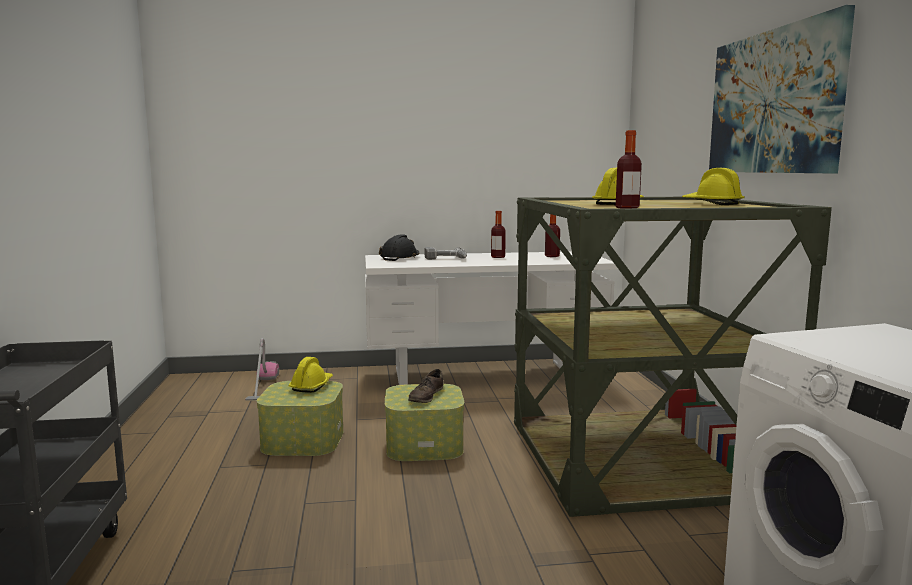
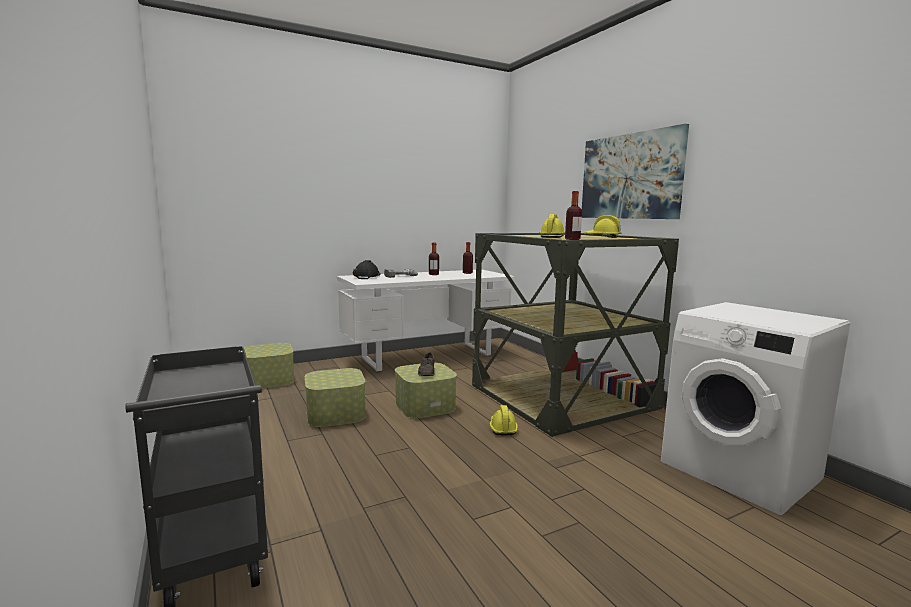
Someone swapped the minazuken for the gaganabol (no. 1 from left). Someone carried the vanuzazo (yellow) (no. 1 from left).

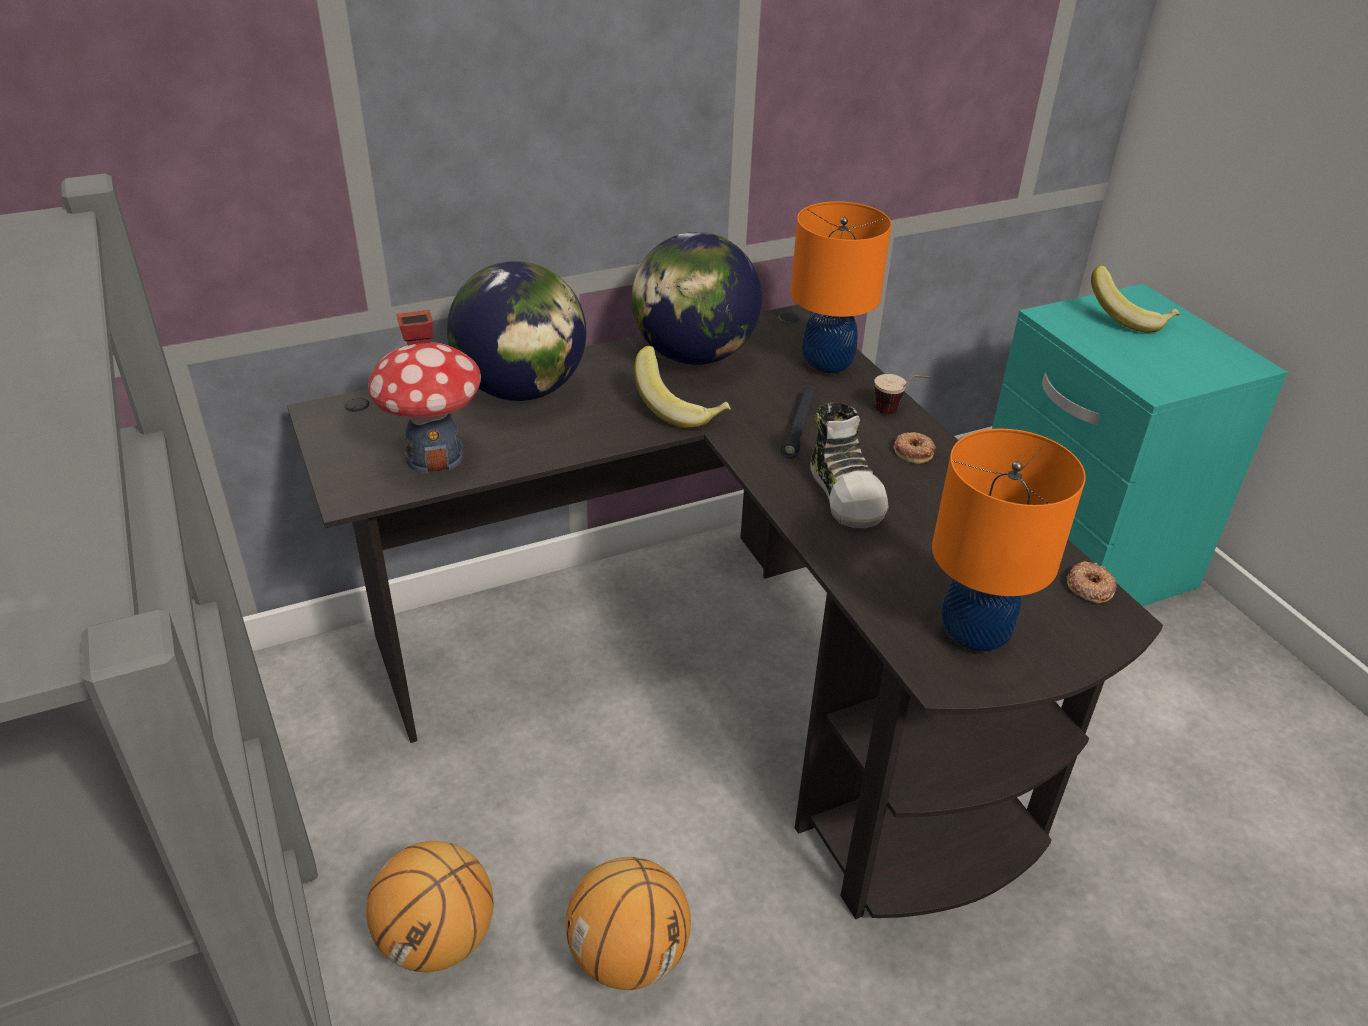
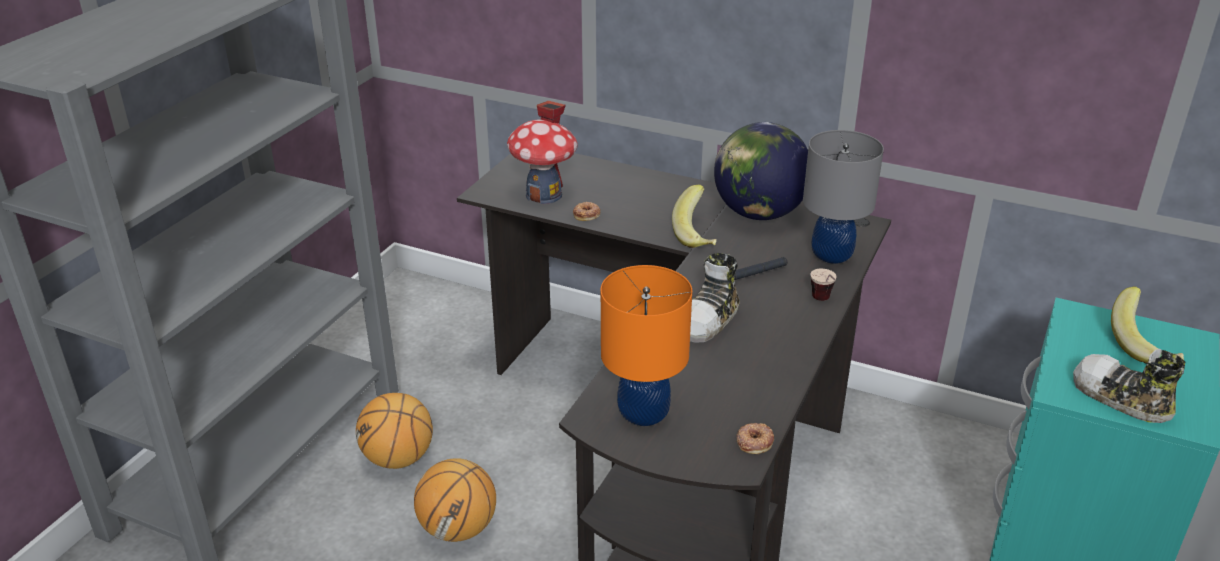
Someone repainted the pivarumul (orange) (no. 1 from left), which became the pivarumul (grey). Someone took away the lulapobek (no. 1 from left). Someone carried the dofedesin (no. 1 from left). Someone put down the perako (no. 2 from left).

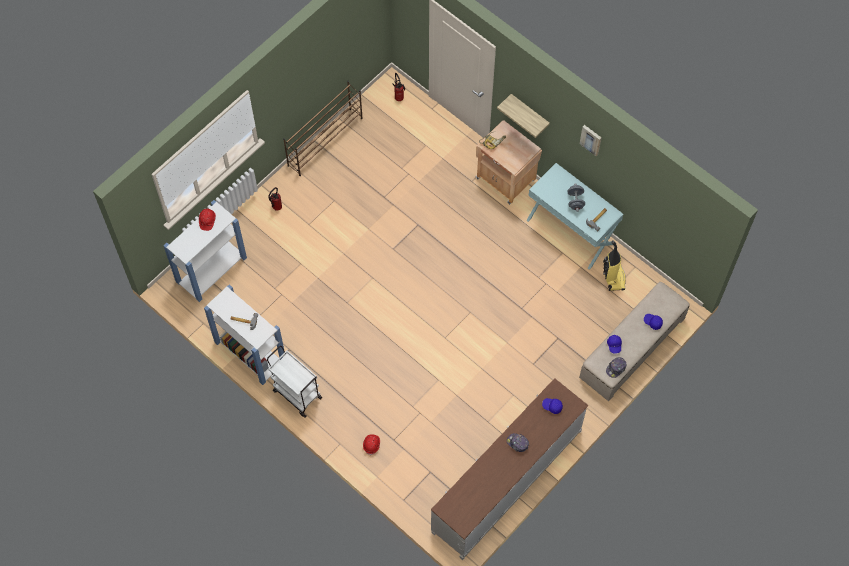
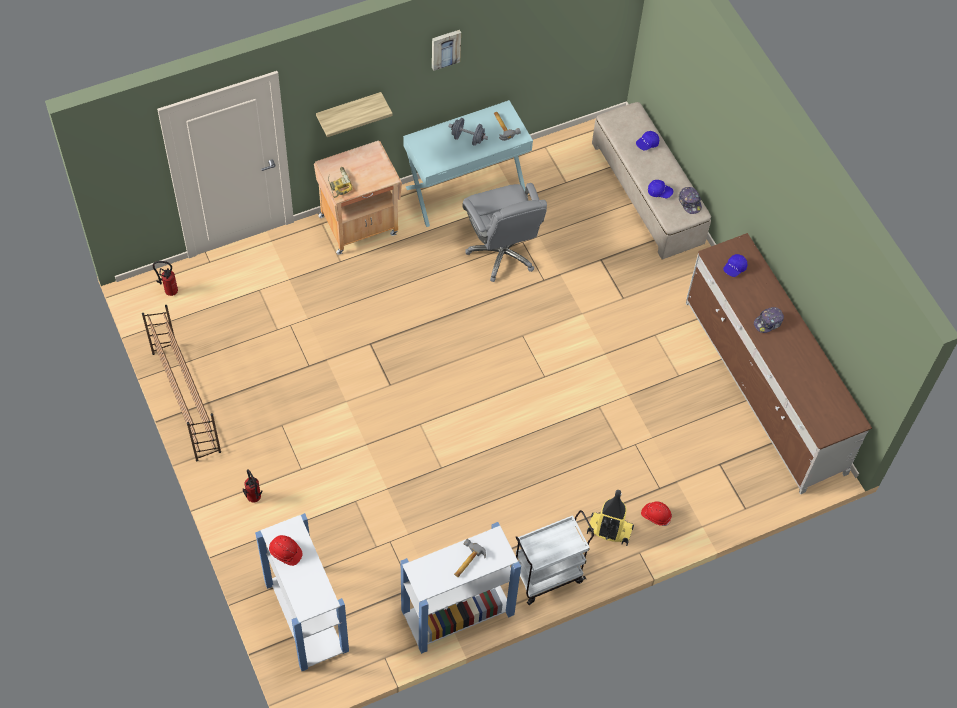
Someone carried the minazuken. Someone put down the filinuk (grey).

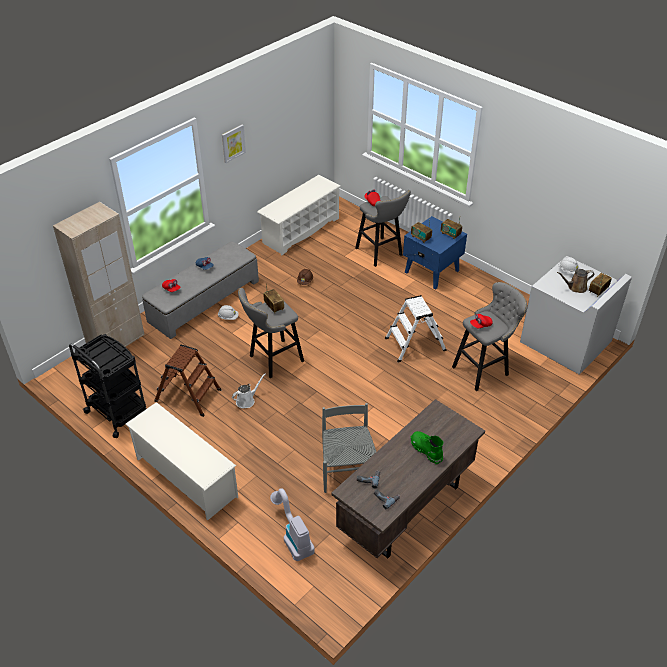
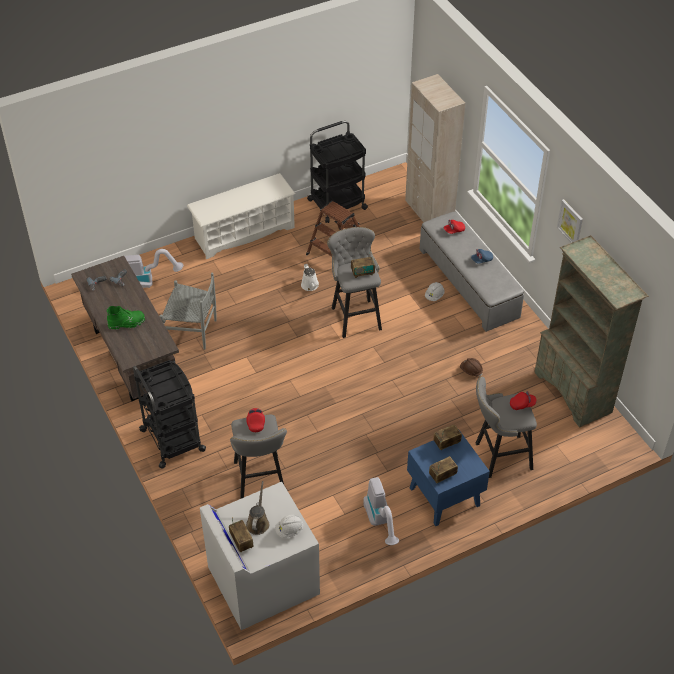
Someone swapped the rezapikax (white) (no. 2 from left) for the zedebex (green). Someone took away the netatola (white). Someone put down the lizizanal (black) (no. 1 from left). Someone put down the minazuken (no. 2 from left).

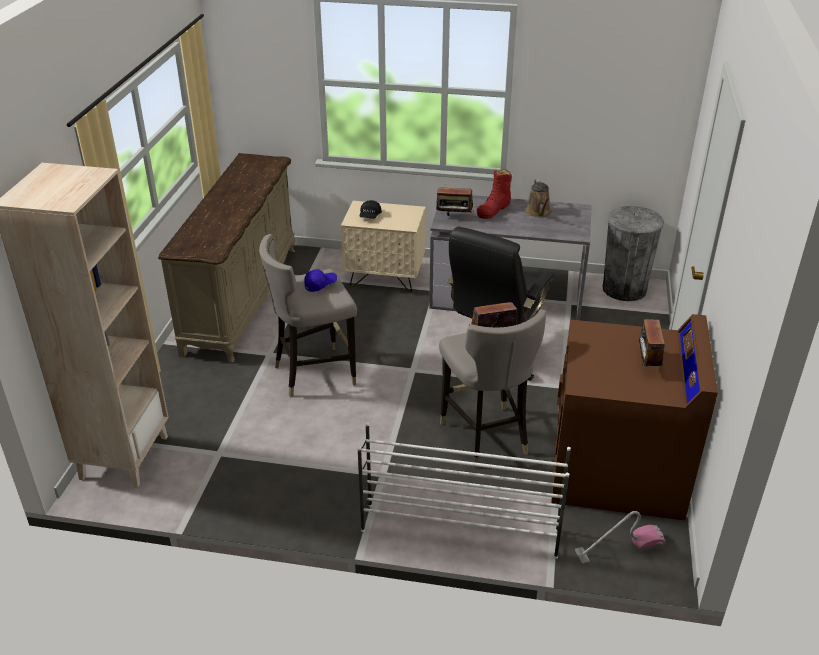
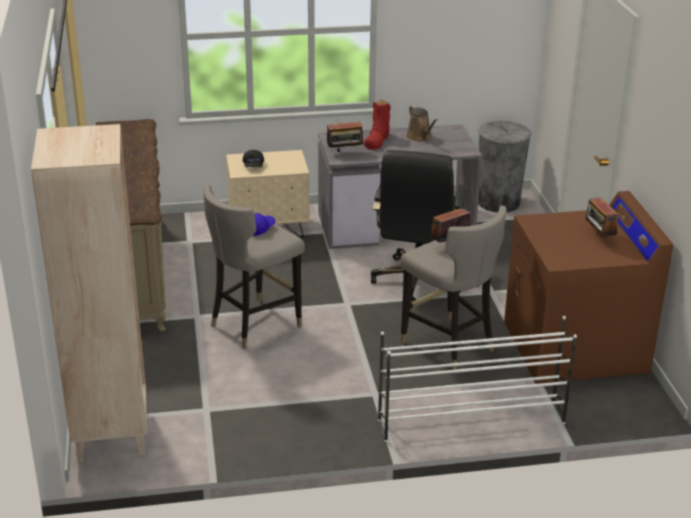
Someone took away the minazuken.

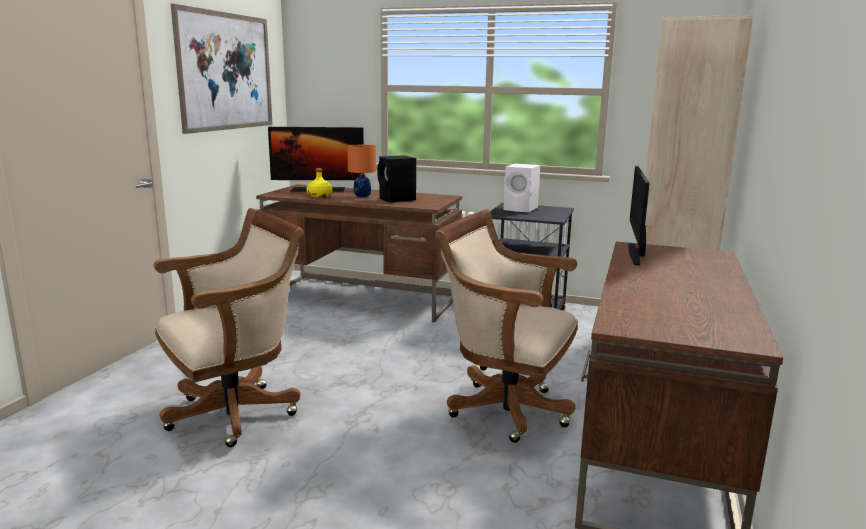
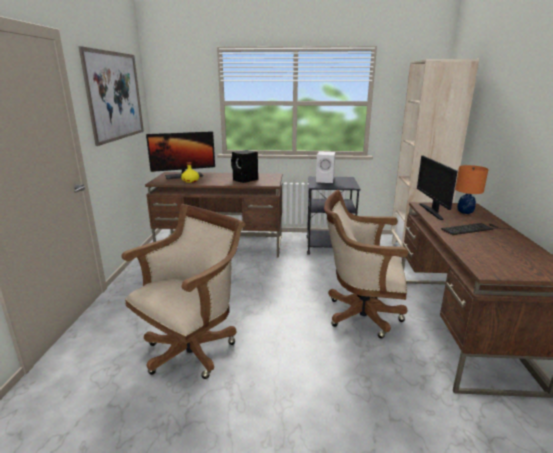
Someone carried the pivarumul (orange). Someone put down the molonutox.

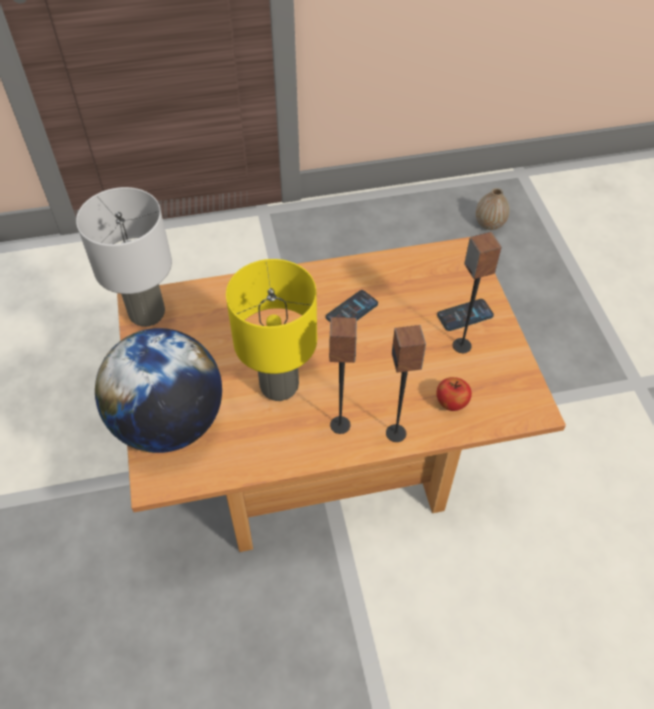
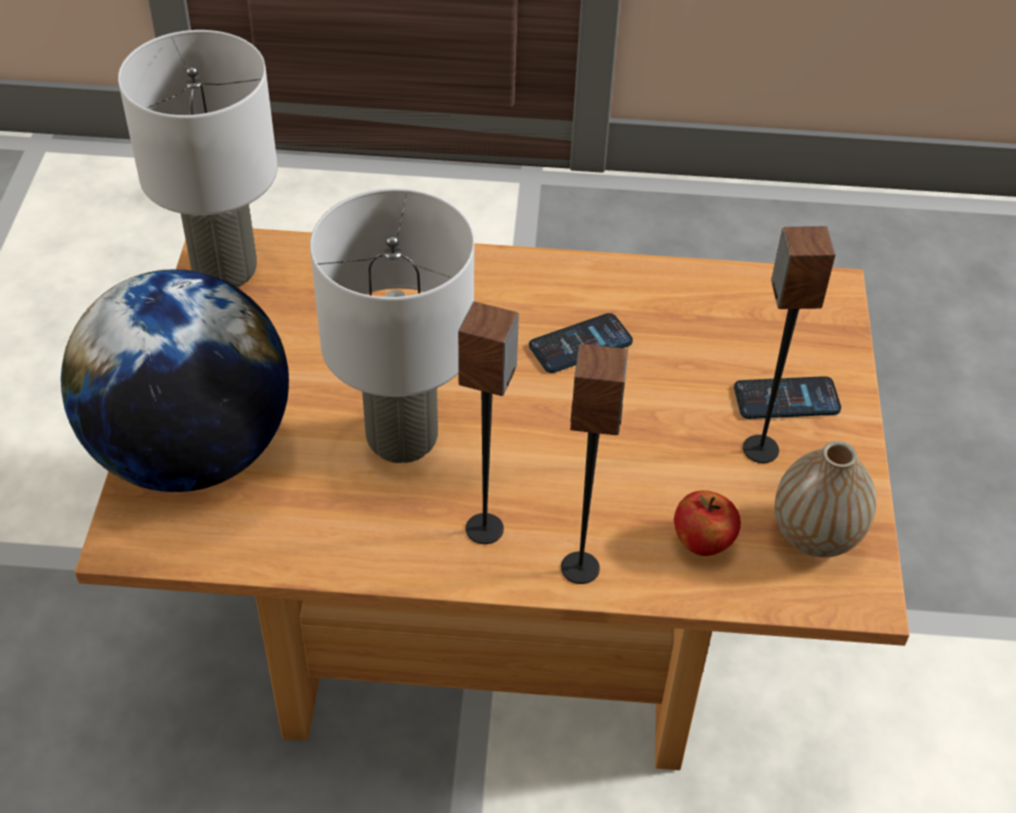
Someone carried the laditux. Someone repainted the pivarumul (yellow), which became the pivarumul (white) (no. 2 from left).

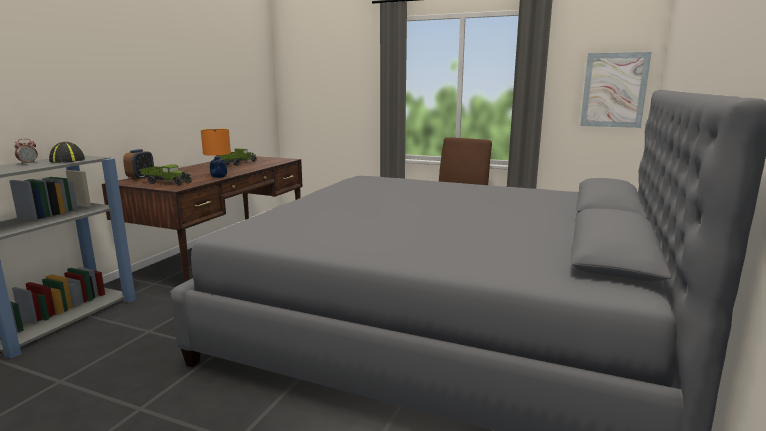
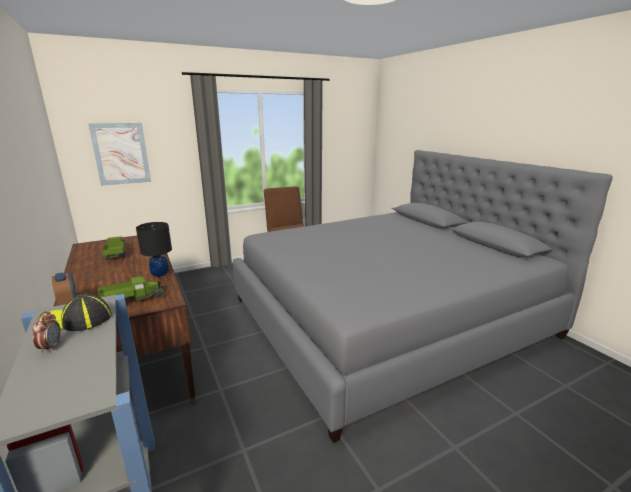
Someone carried the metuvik. Someone repainted the pivarumul (orange), which became the pivarumul (black).

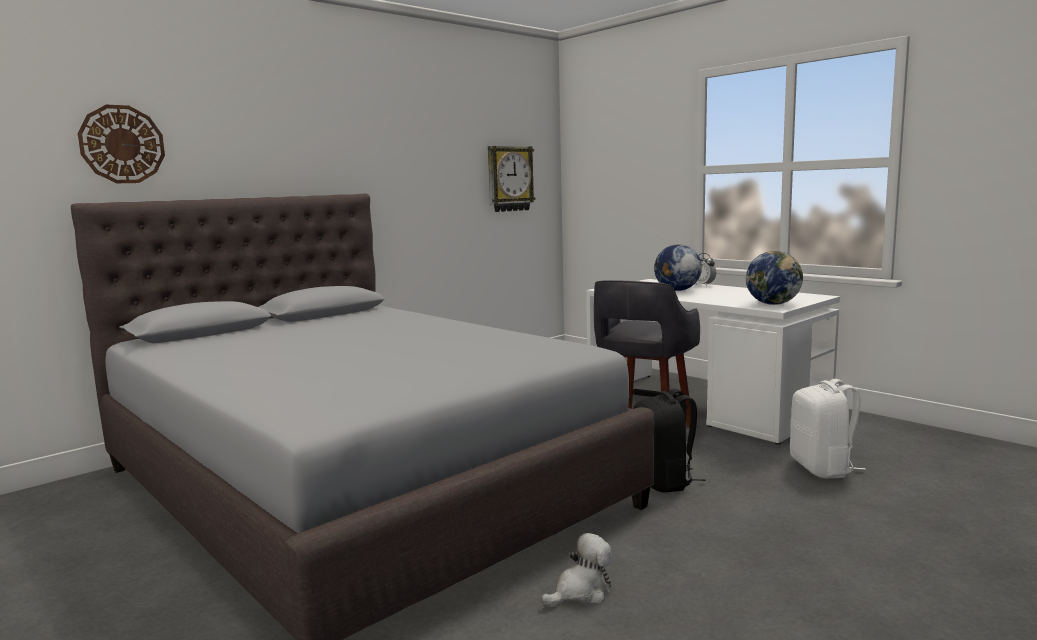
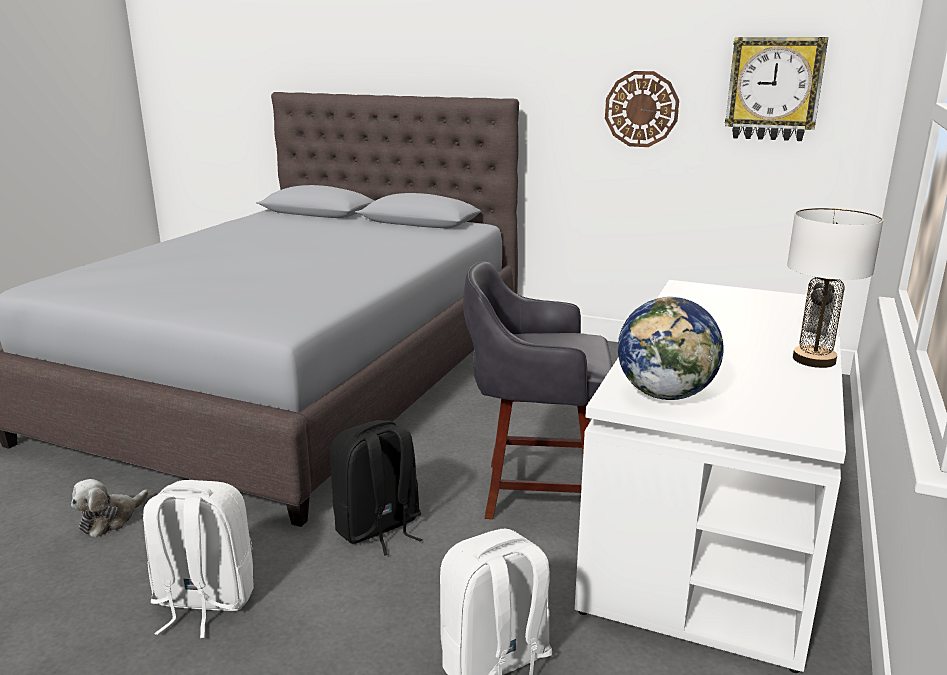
Someone carried the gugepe (no. 1 from left). Someone took away the lulapobek (no. 1 from left). Someone rotated the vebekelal by 90 degrees clockwise. Someone put down the pivarumul. Someone put down the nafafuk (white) (no. 1 from left).

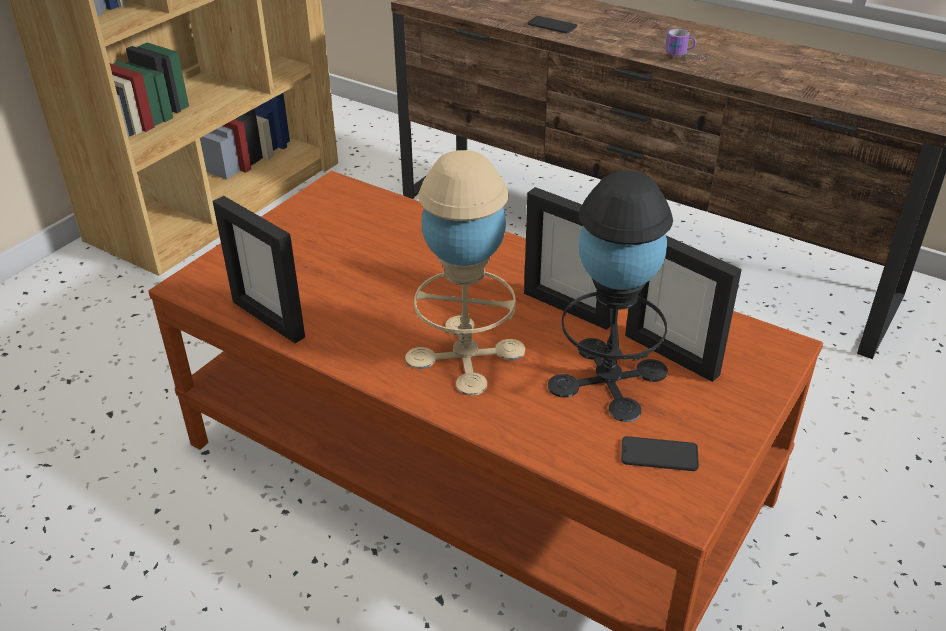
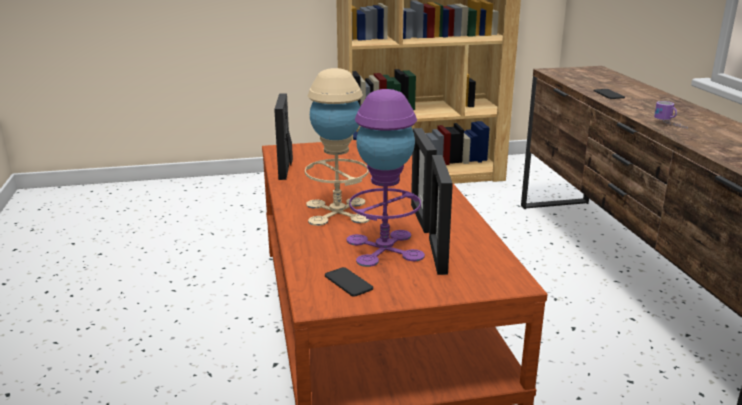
Someone repainted the pivarumul (black), which became the pivarumul (purple).

